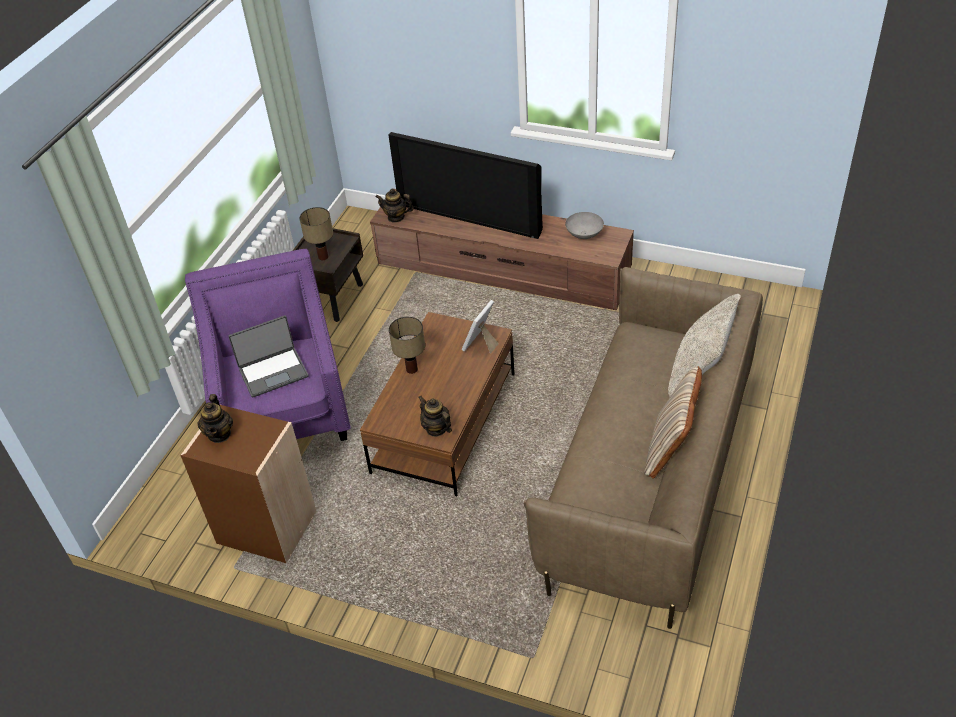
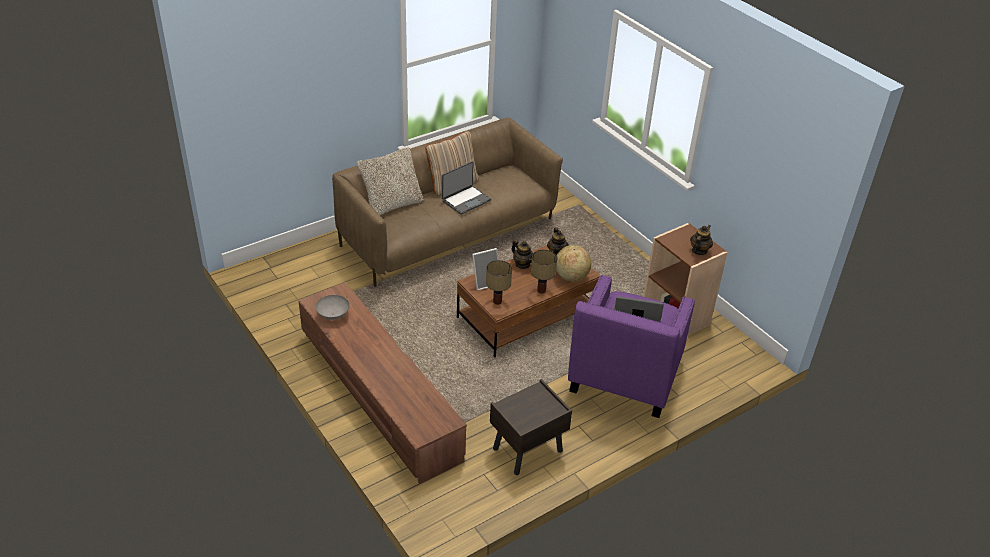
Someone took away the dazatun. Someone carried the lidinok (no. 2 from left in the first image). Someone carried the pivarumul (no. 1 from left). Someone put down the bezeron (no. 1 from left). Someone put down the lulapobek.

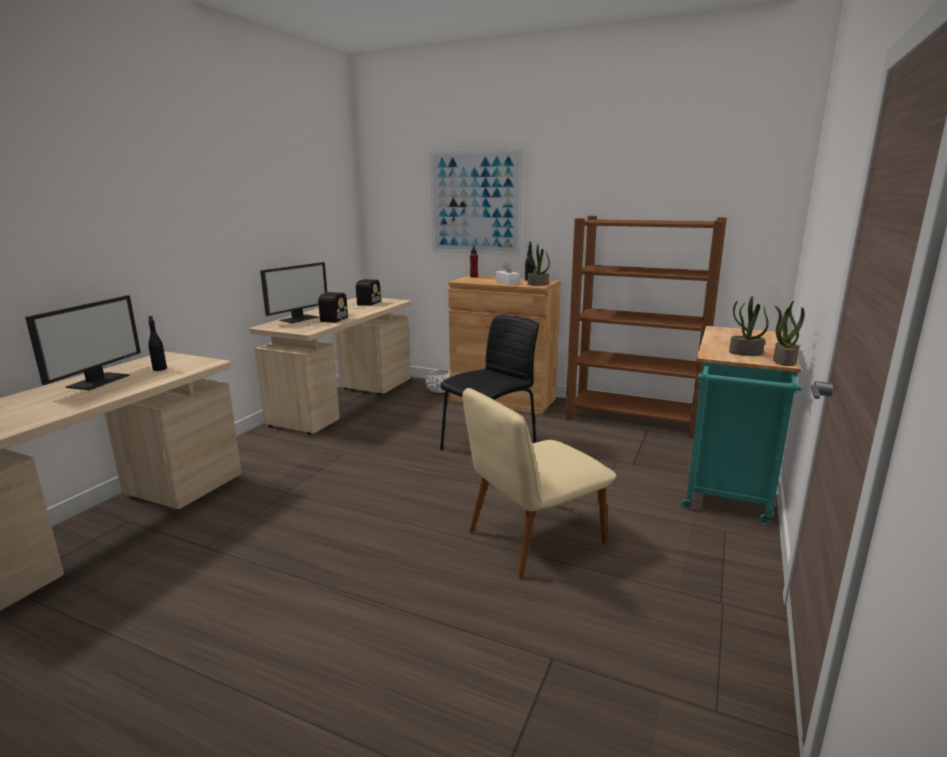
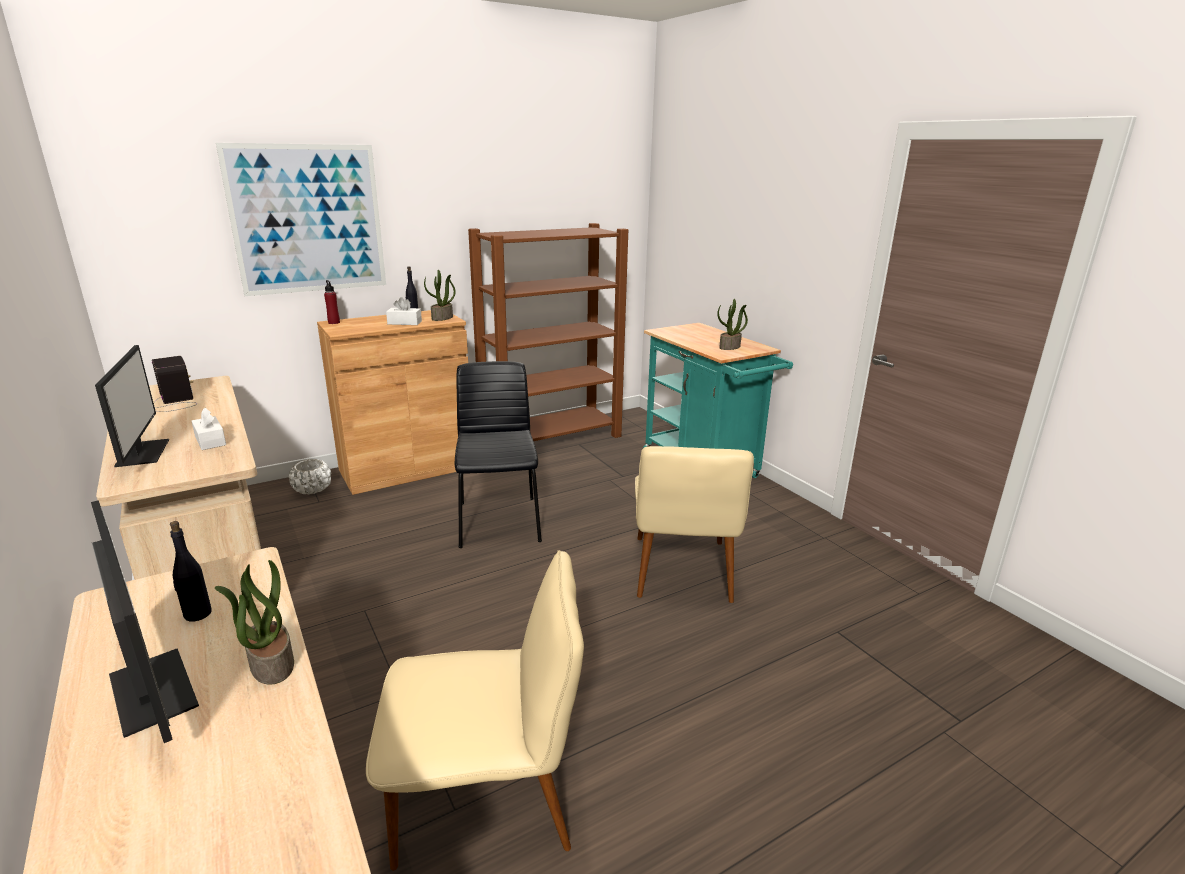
Someone swapped the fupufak (no. 1 from left) for the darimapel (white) (no. 1 from left). Someone carried the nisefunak (no. 3 from left in the first image). Someone put down the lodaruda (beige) (no. 1 from left).

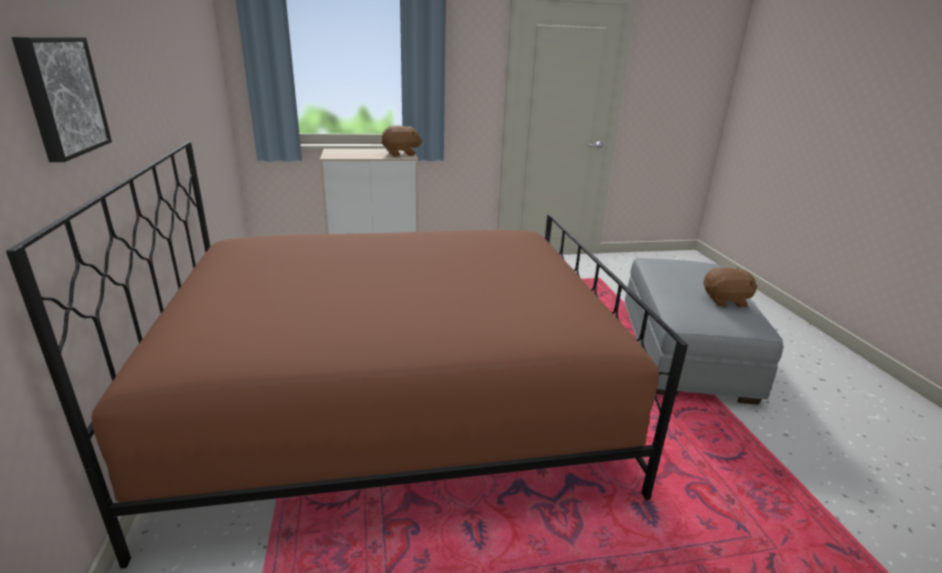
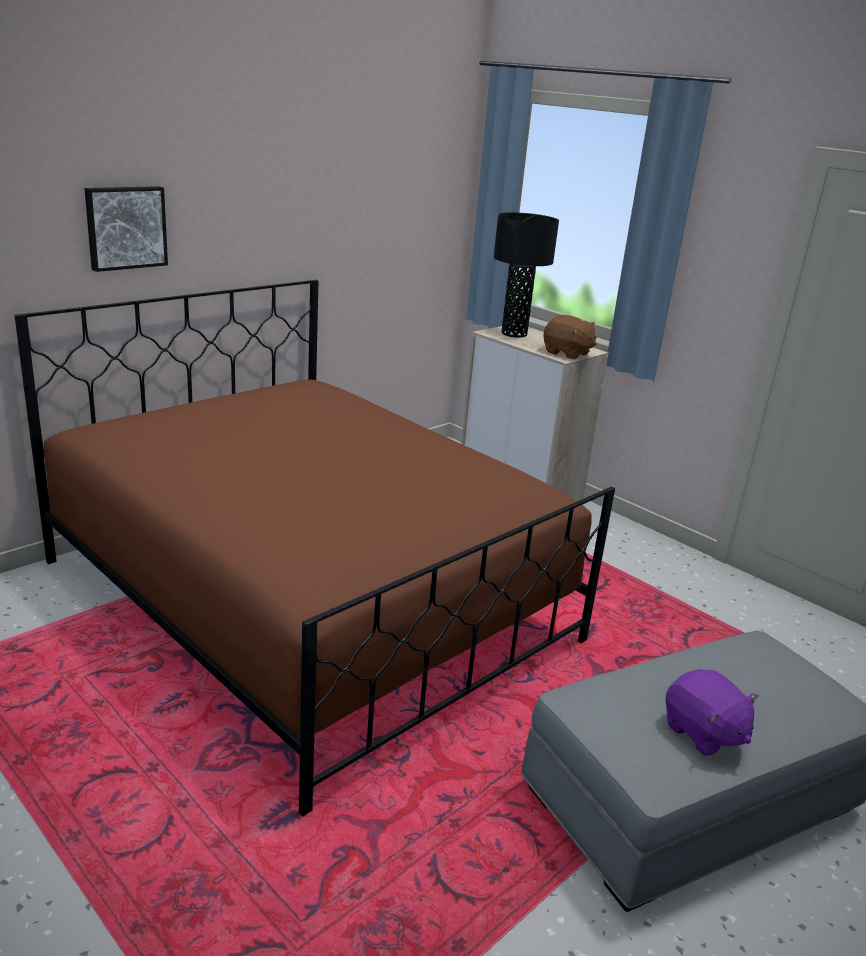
Someone repainted the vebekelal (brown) (no. 2 from left), which became the vebekelal (purple). Someone put down the pivarumul (black).

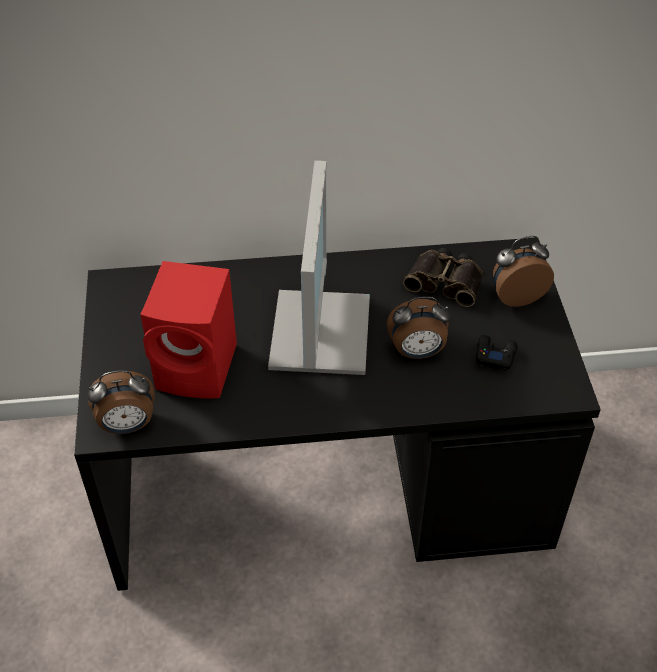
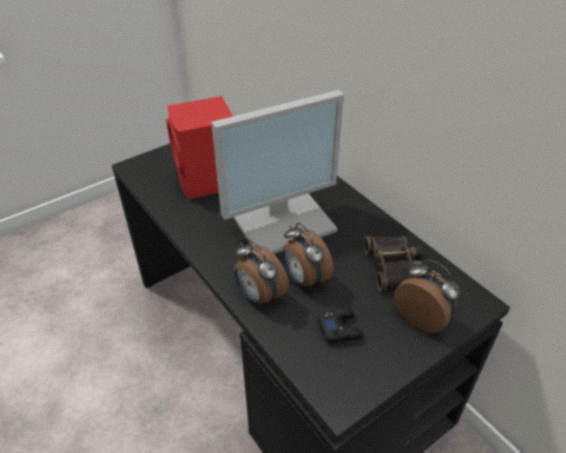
Someone carried the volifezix (no. 1 from left).

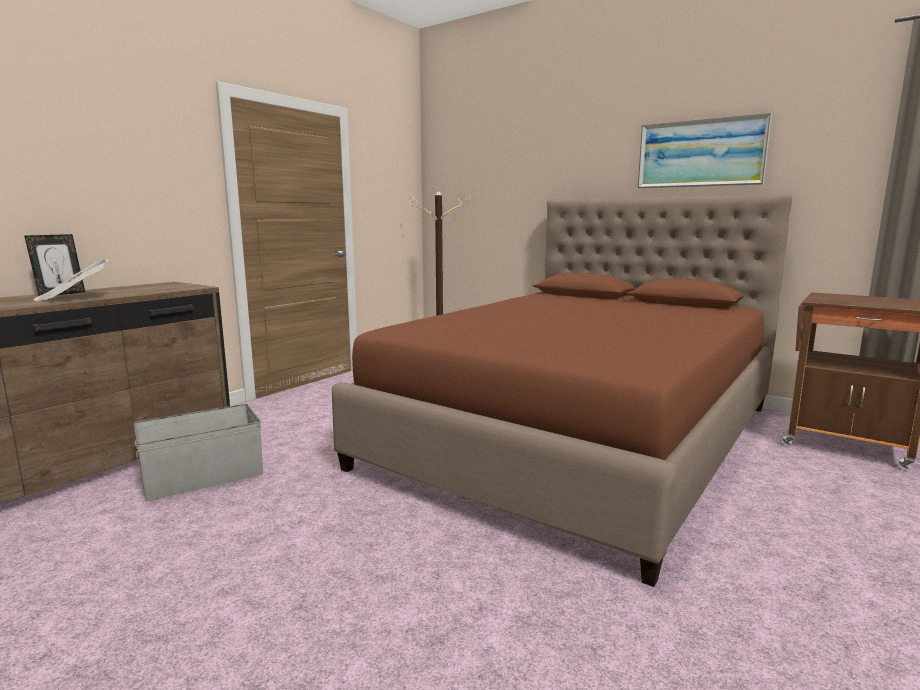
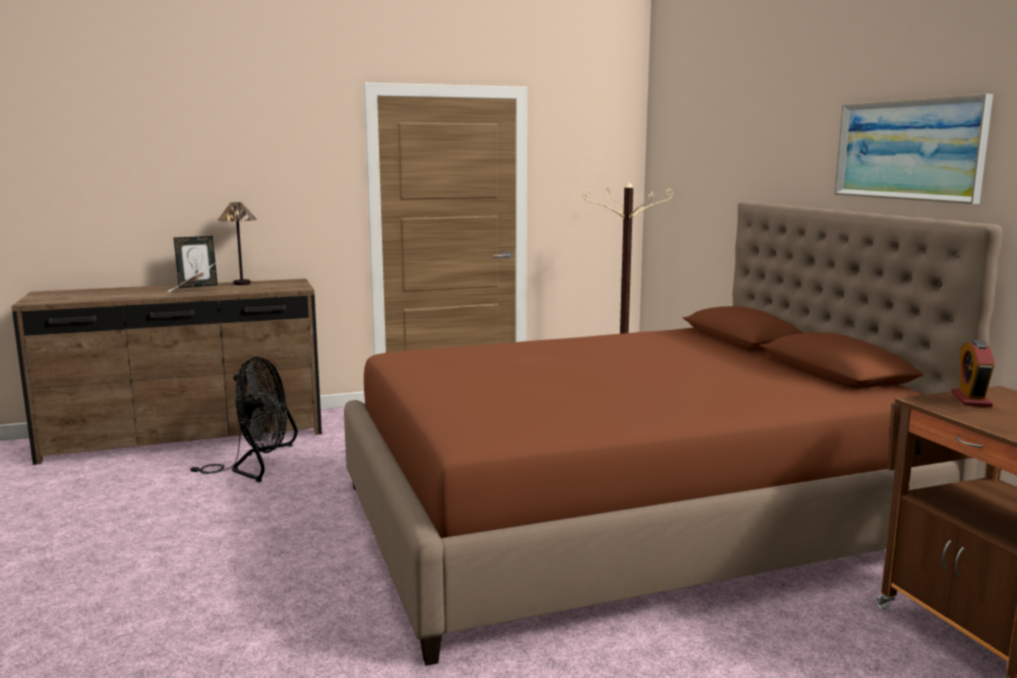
Someone swapped the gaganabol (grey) for the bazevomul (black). Someone put down the pivarumul. Someone put down the volifezix.

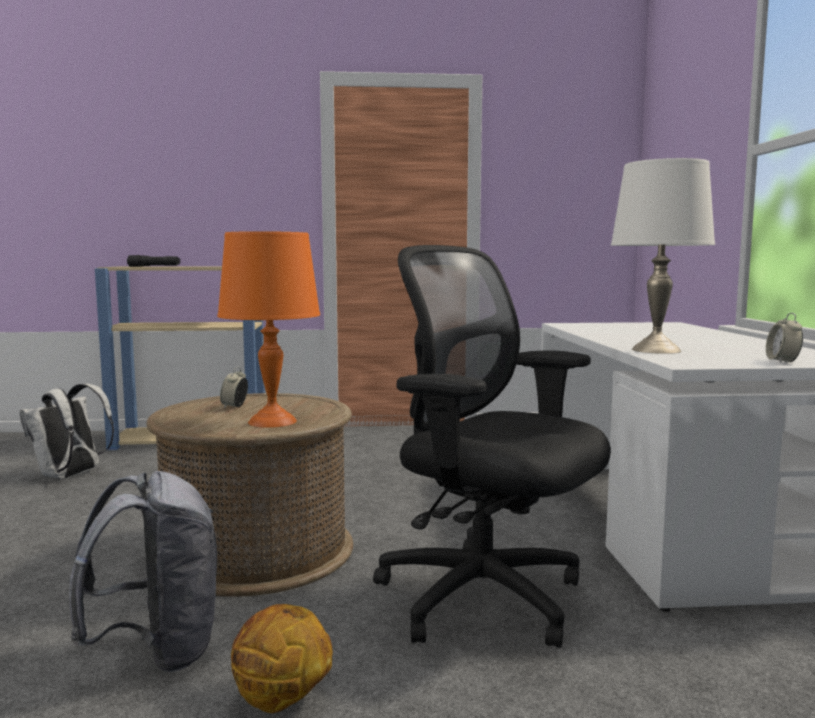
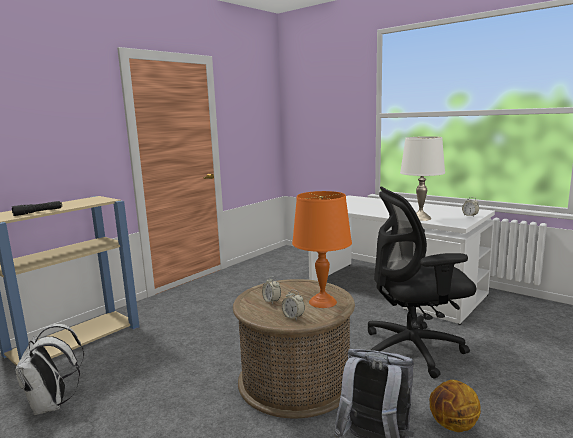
Someone put down the volifezix (no. 2 from left).

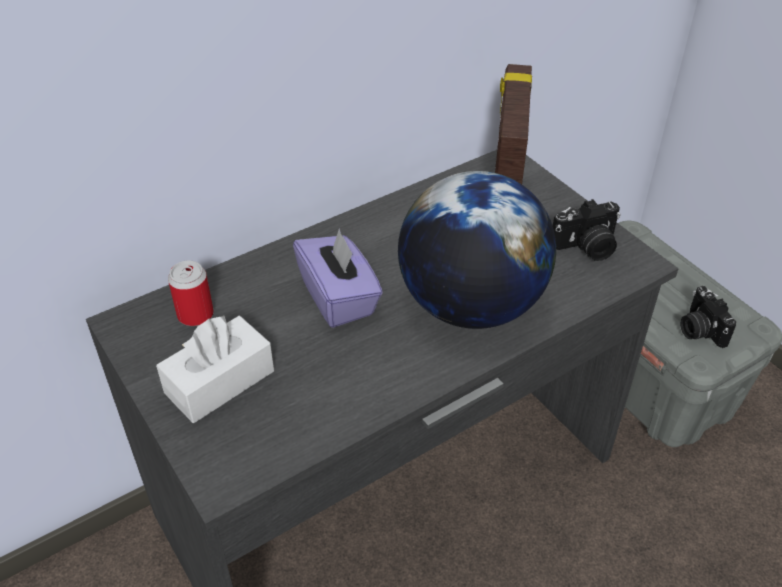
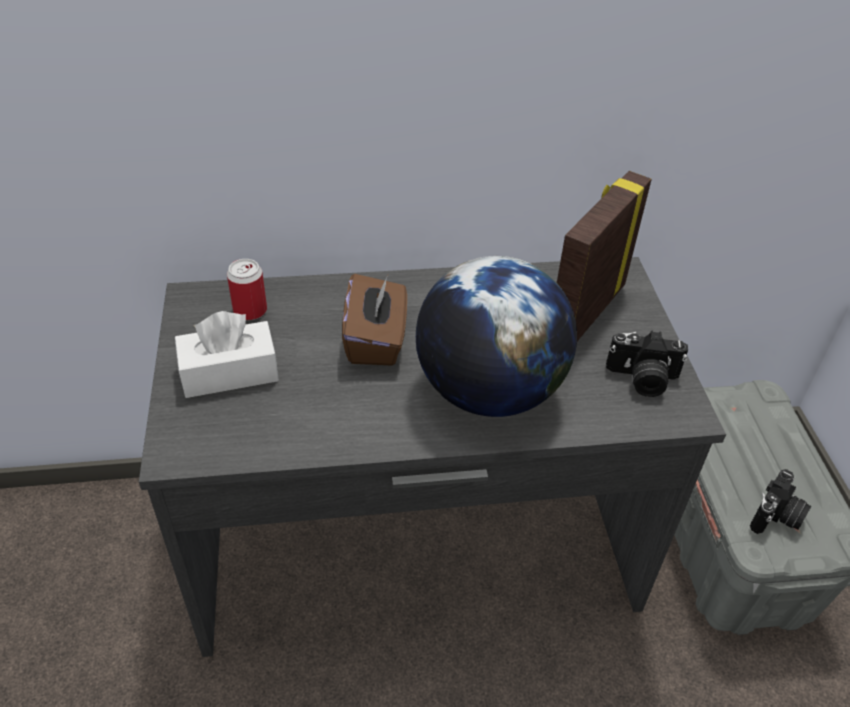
Someone repainted the darimapel (purple), which became the darimapel (brown). Someone rotated the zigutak (no. 2 from left) by 150 degrees counterclockwise.

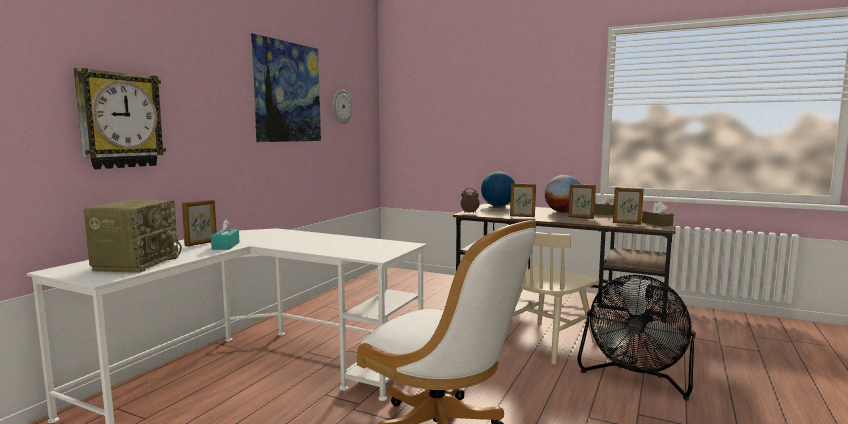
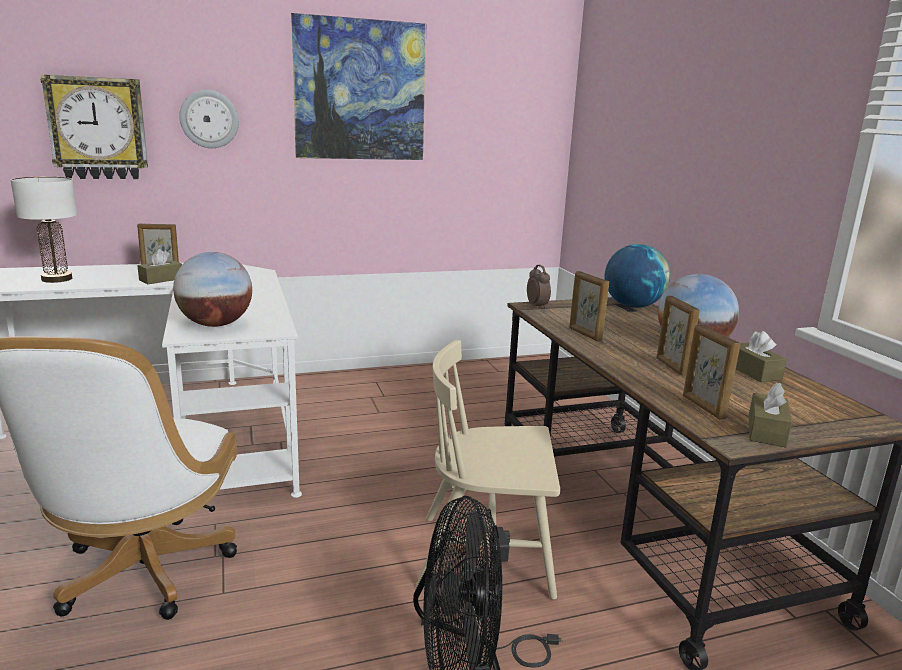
Someone carried the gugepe (no. 2 from left). Someone swapped the fupufak for the pivarumul. Someone repainted the darimapel (turquoise), which became the darimapel (brown) (no. 1 from left). Someone put down the lulapobek (no. 1 from left).

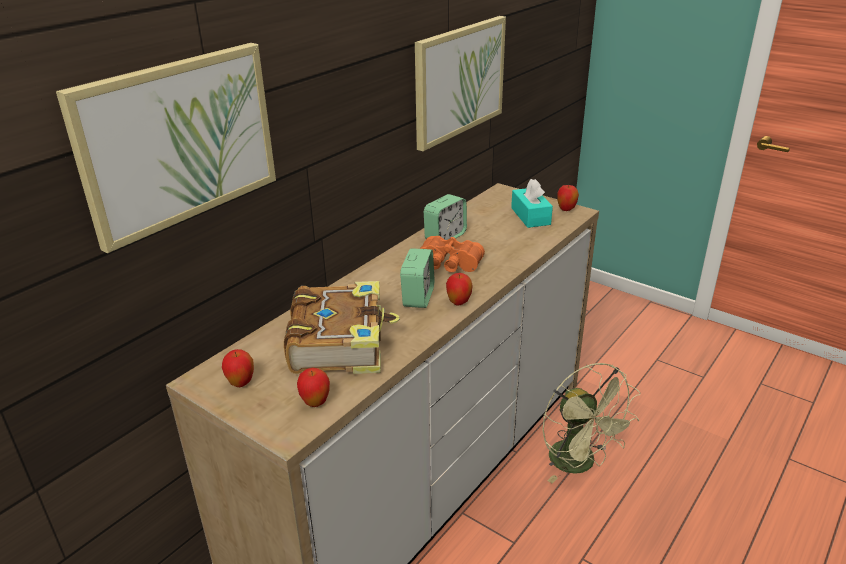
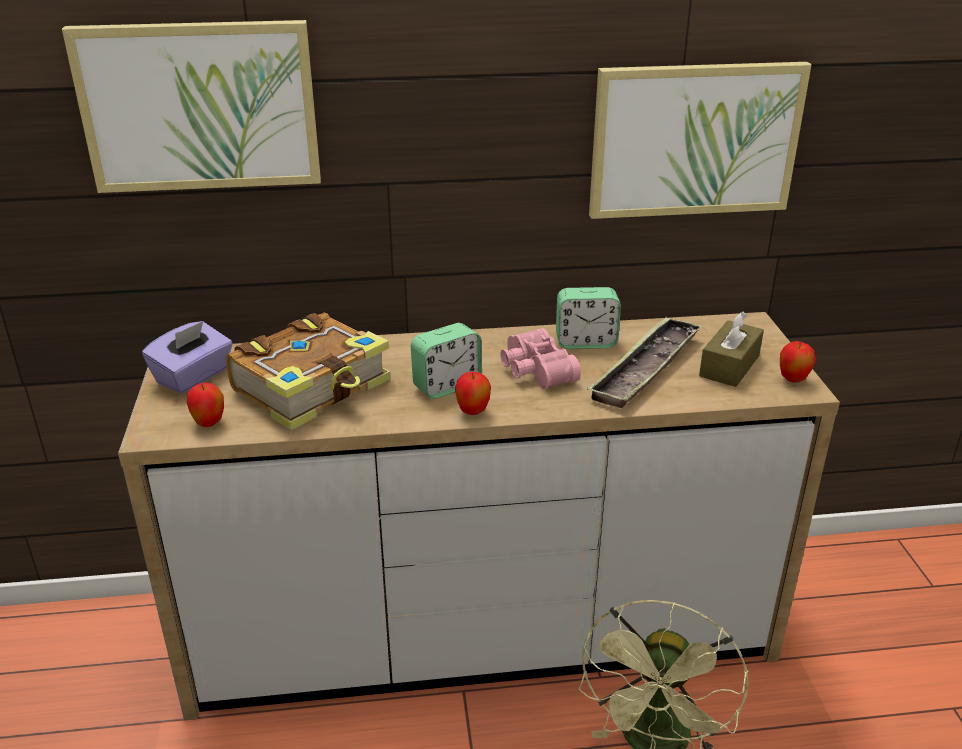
Someone repainted the darimapel (turquoise), which became the darimapel (brown). Someone repainted the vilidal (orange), which became the vilidal (pink). Someone swapped the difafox (no. 1 from left) for the darimapel (purple). Someone put down the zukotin.

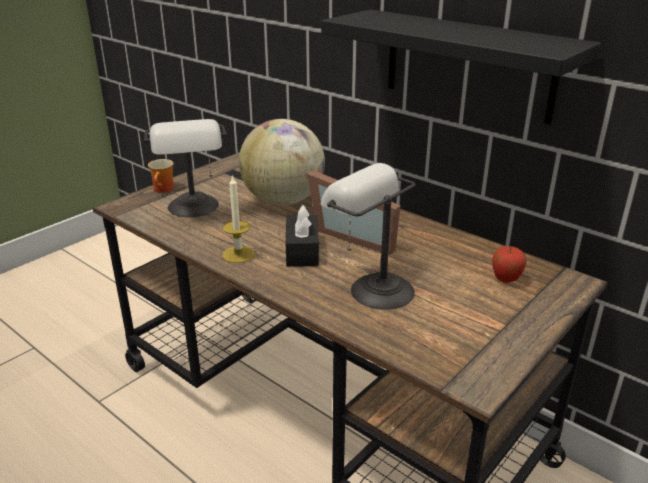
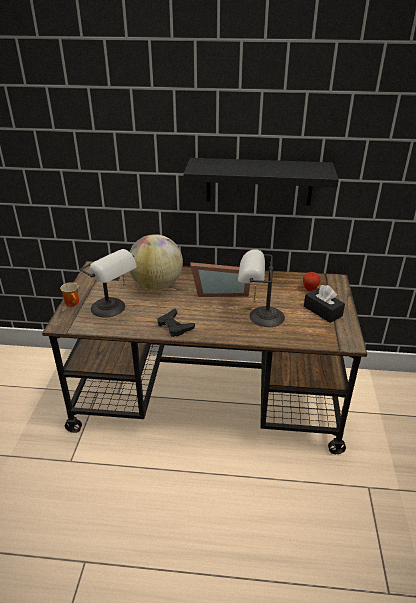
Someone swapped the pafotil for the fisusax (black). Someone carried the darimapel (black).

